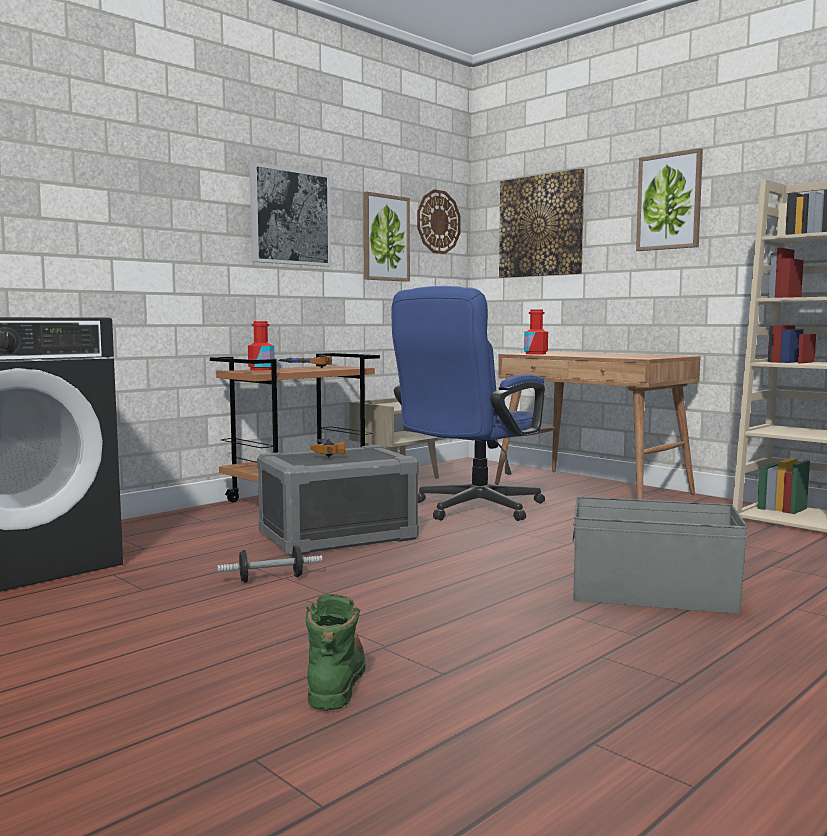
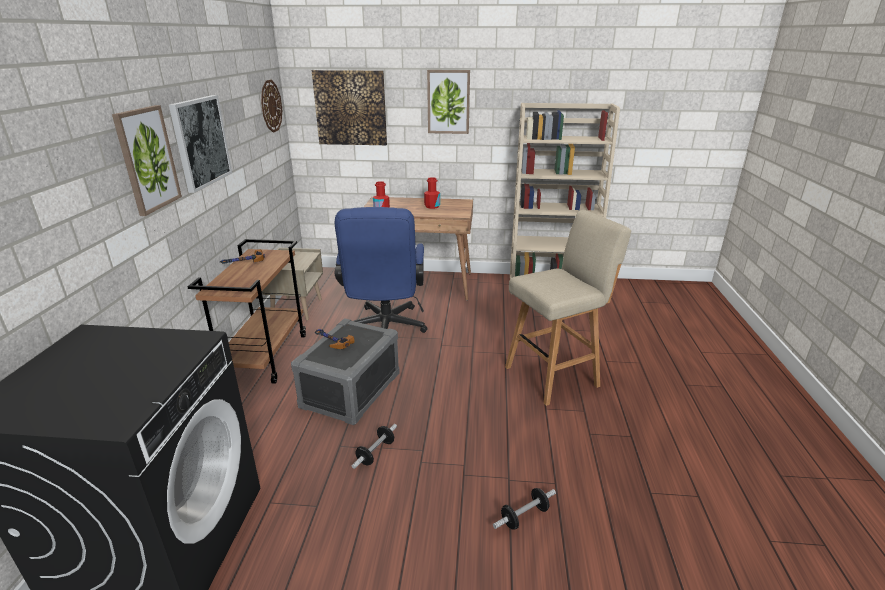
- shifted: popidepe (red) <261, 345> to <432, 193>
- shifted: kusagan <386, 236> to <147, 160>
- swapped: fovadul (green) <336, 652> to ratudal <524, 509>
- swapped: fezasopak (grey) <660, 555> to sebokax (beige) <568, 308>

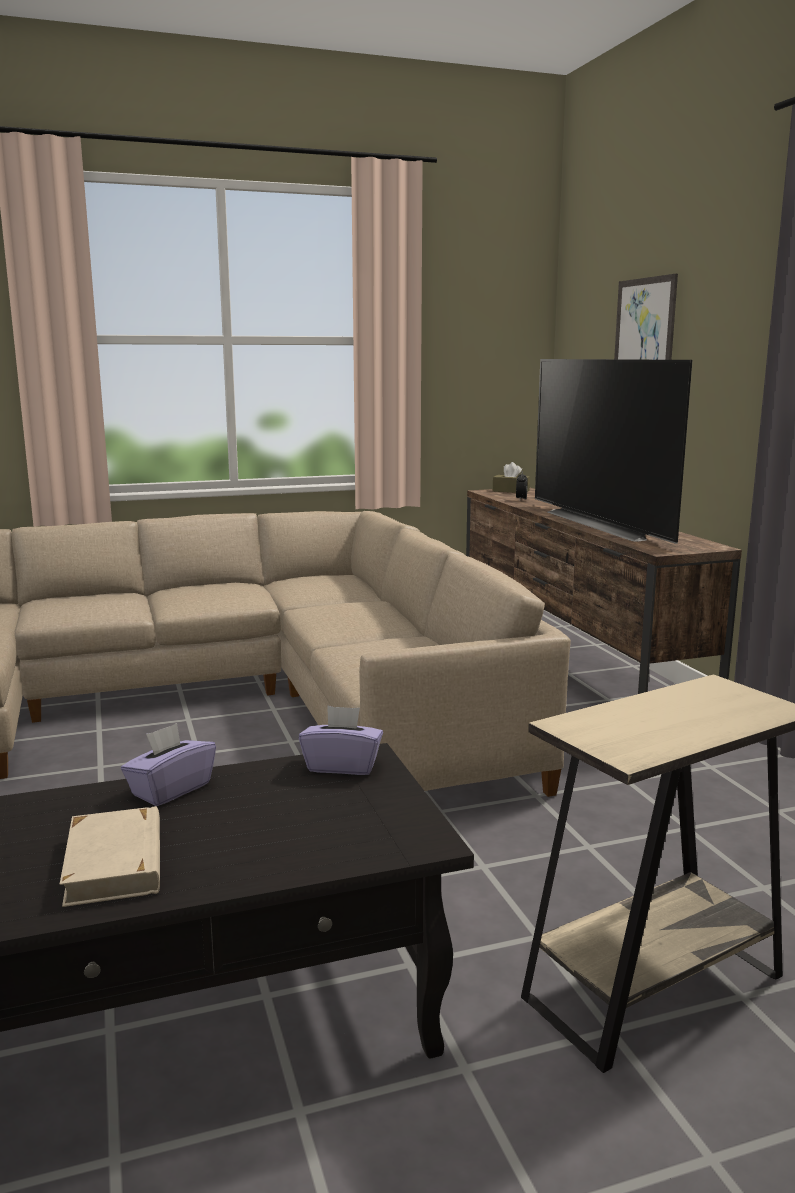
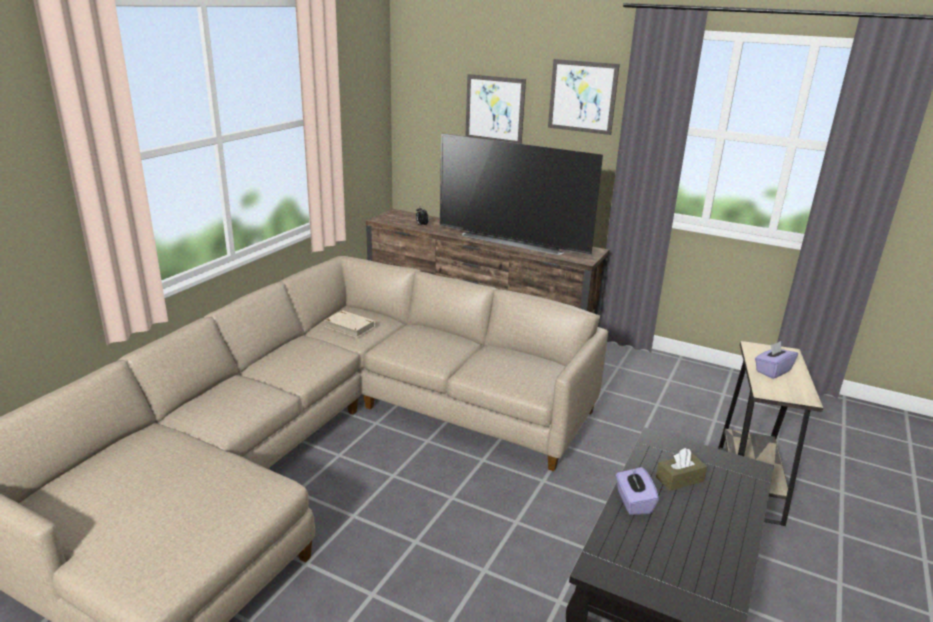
- new: kusagan <584, 97>
- shifted: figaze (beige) <110, 856> to <350, 324>
- shifted: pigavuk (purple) <341, 740> to <776, 360>
- shifted: pigavuk (brown) <511, 477> to <681, 469>

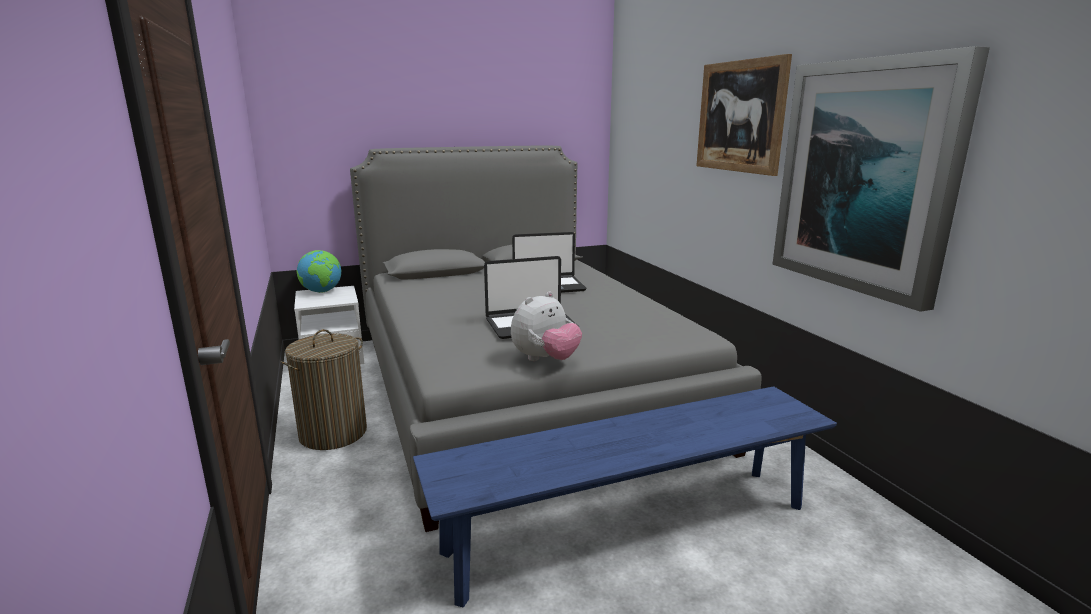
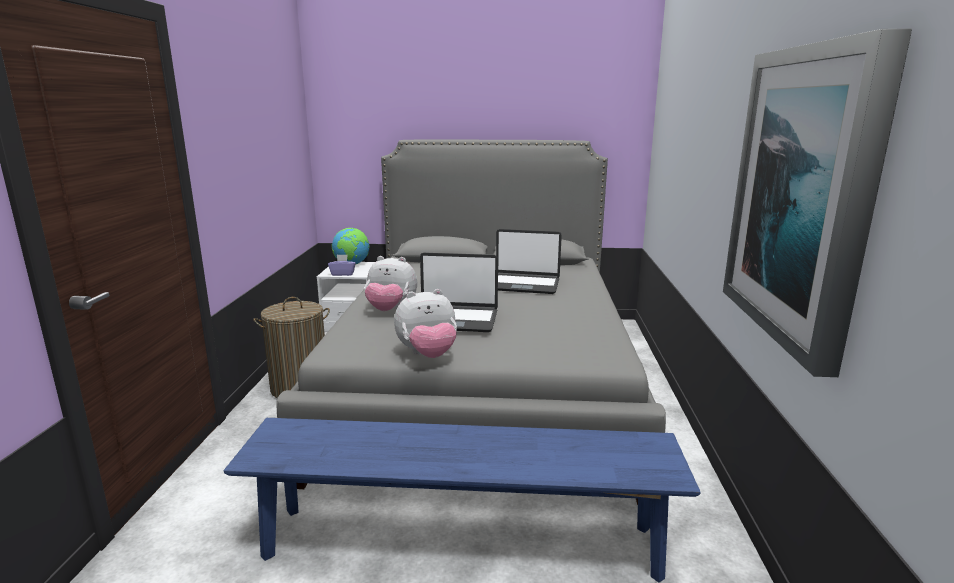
- gone: kusagan <744, 115>
- new: pigavuk (purple) <342, 265>
- new: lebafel <391, 283>

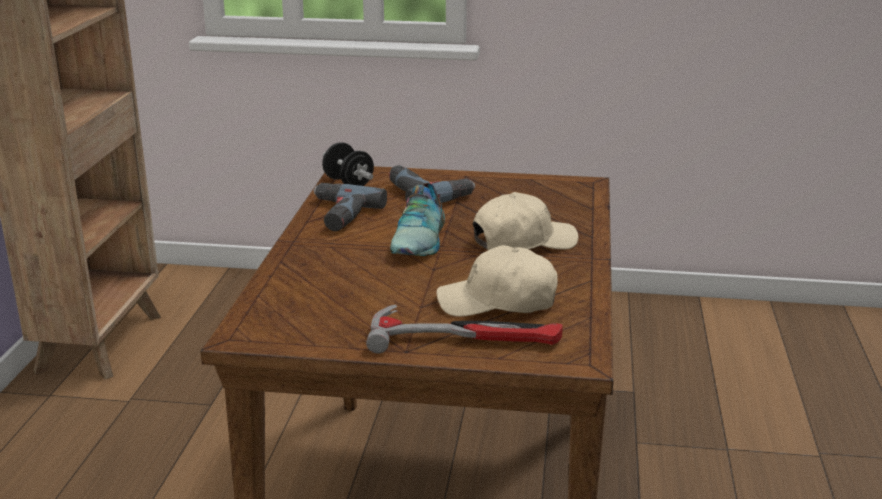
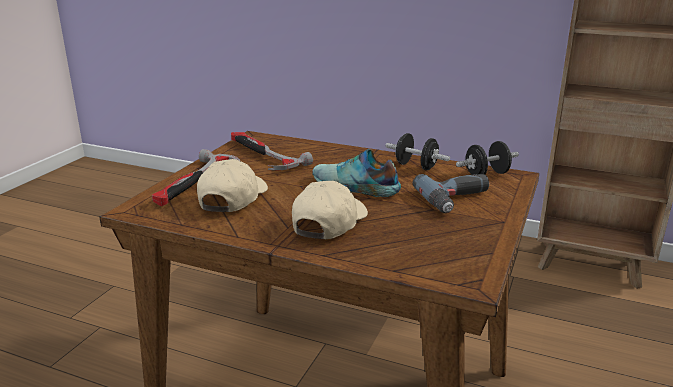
- new: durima <272, 151>
- swapped: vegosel <350, 207> to ratudal (black) <417, 151>
- rotated: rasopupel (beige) <525, 221> = <330, 210> 150 degrees counterclockwise

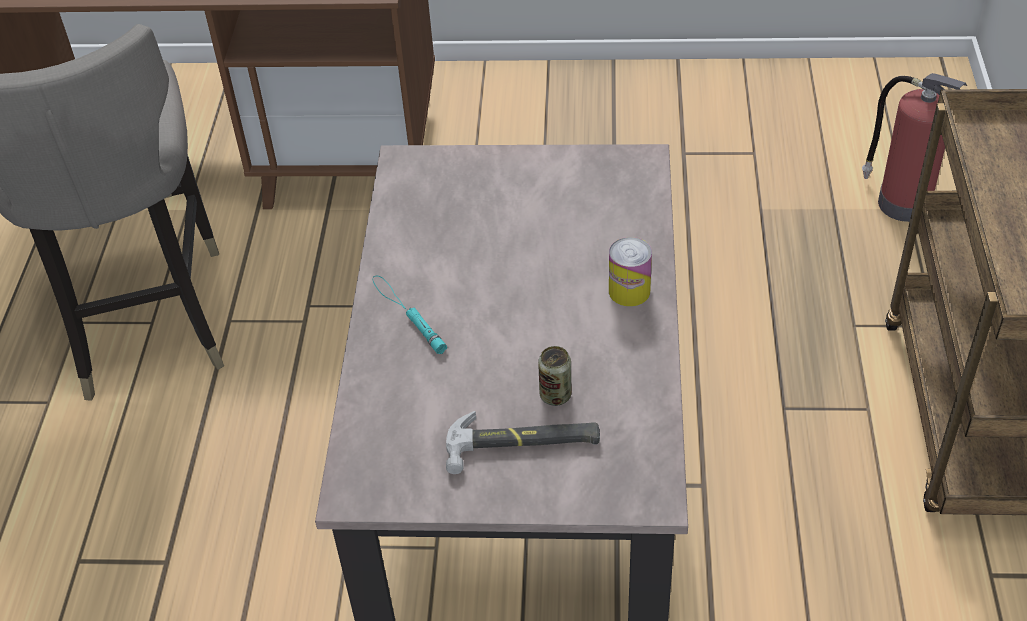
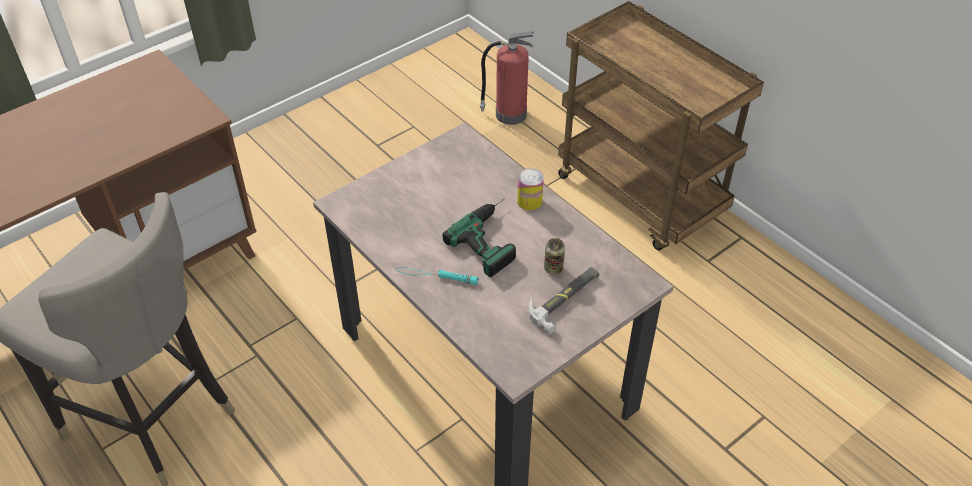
- new: vegosel <479, 237>

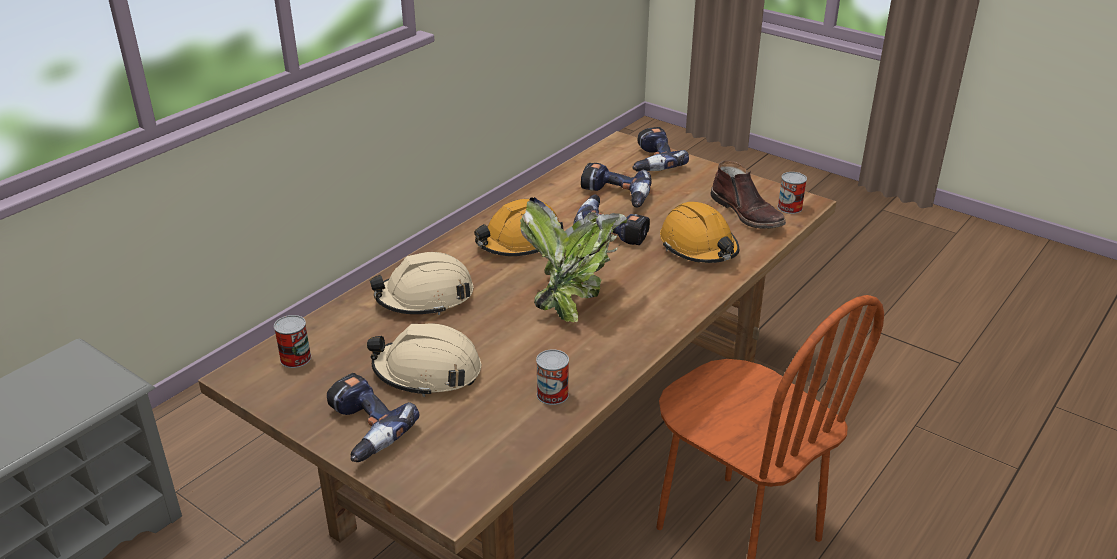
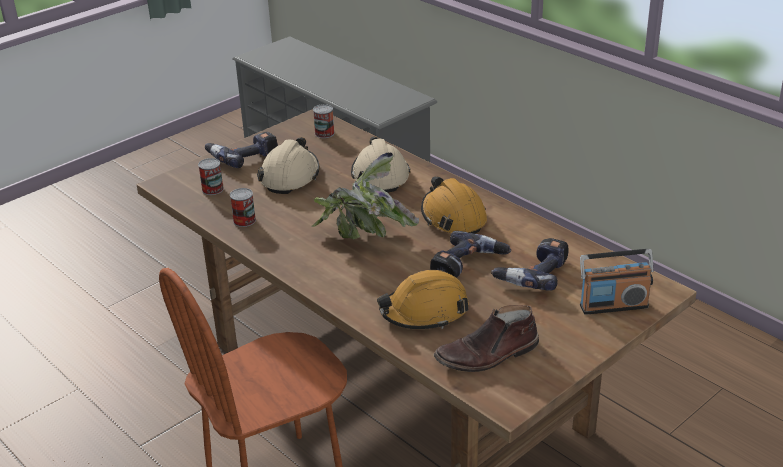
- shifted: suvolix <792, 193> to <211, 176>
- swapped: vegosel <661, 149> to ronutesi <617, 282>

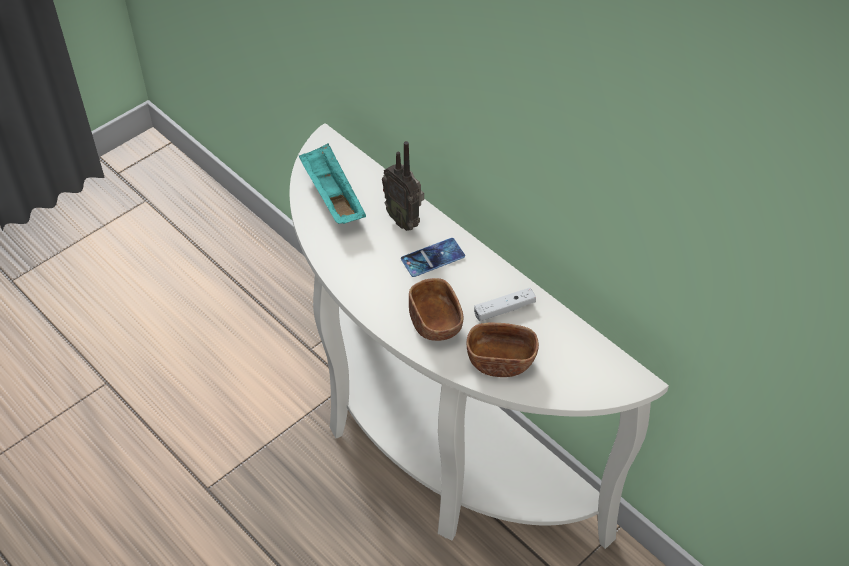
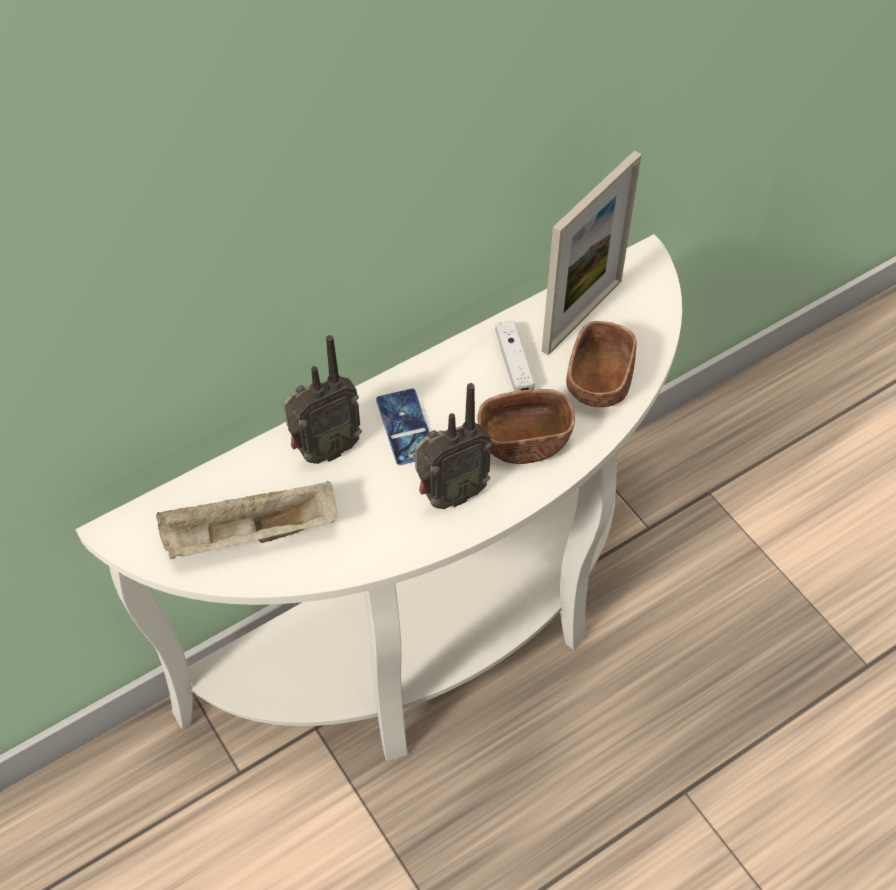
- new: ronutesi <453, 446>
- new: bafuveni <592, 253>
- repainted: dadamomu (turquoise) <332, 184> to dadamomu (beige) <246, 519>

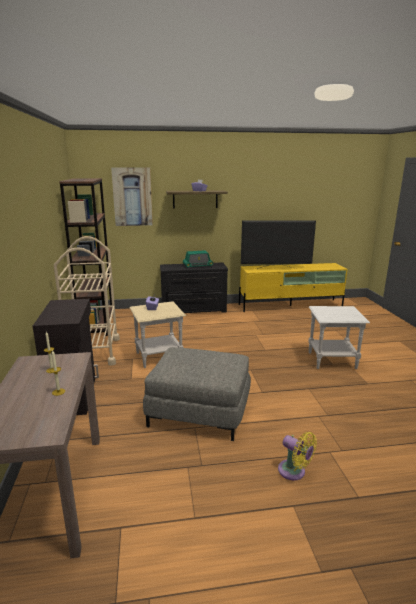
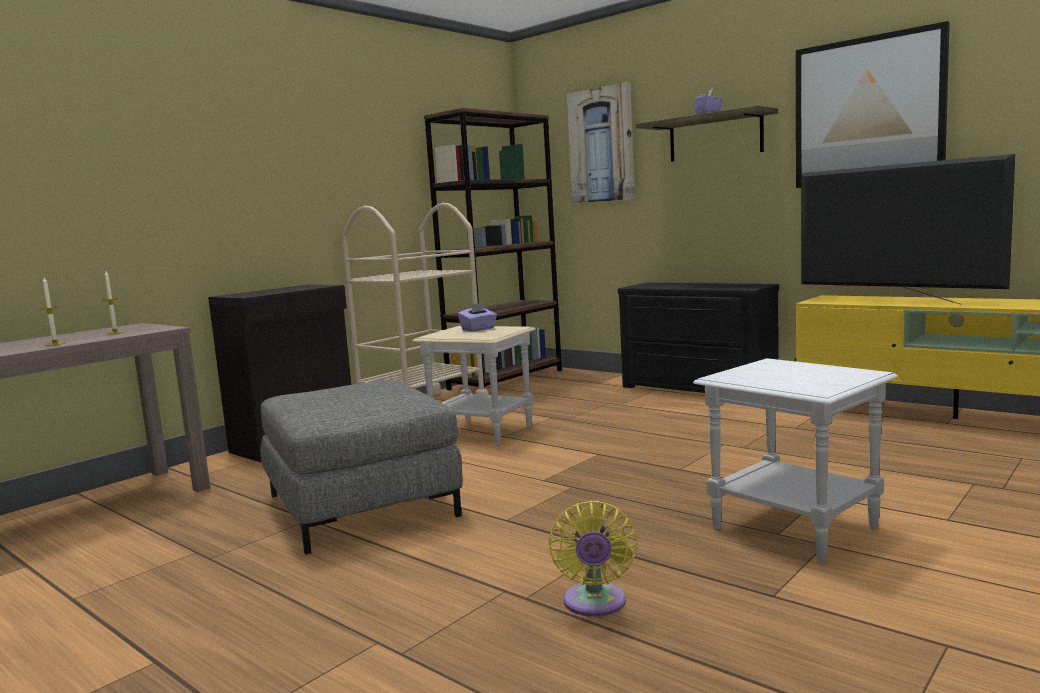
- gone: ronutesi <198, 259>
- new: kusagan <873, 104>
- shifted: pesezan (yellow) <297, 456> to <593, 559>

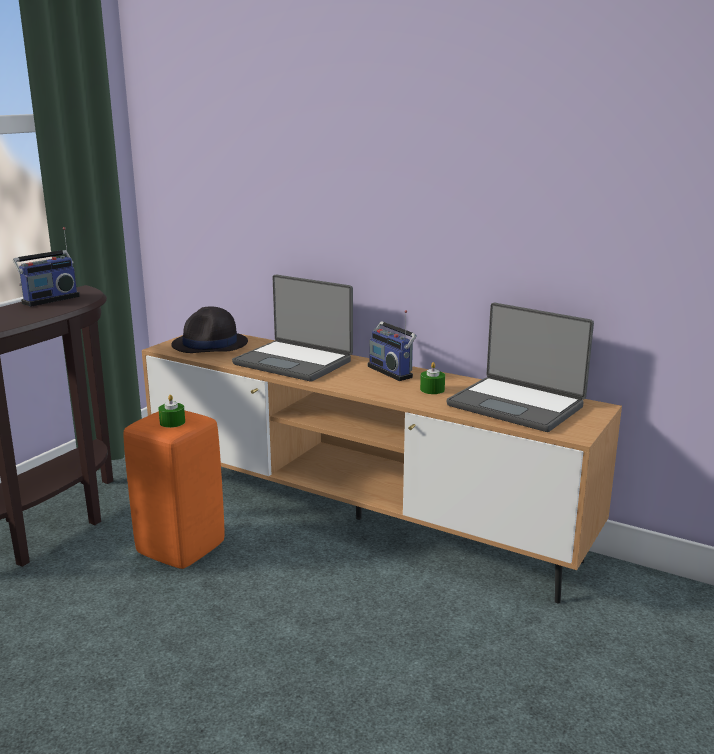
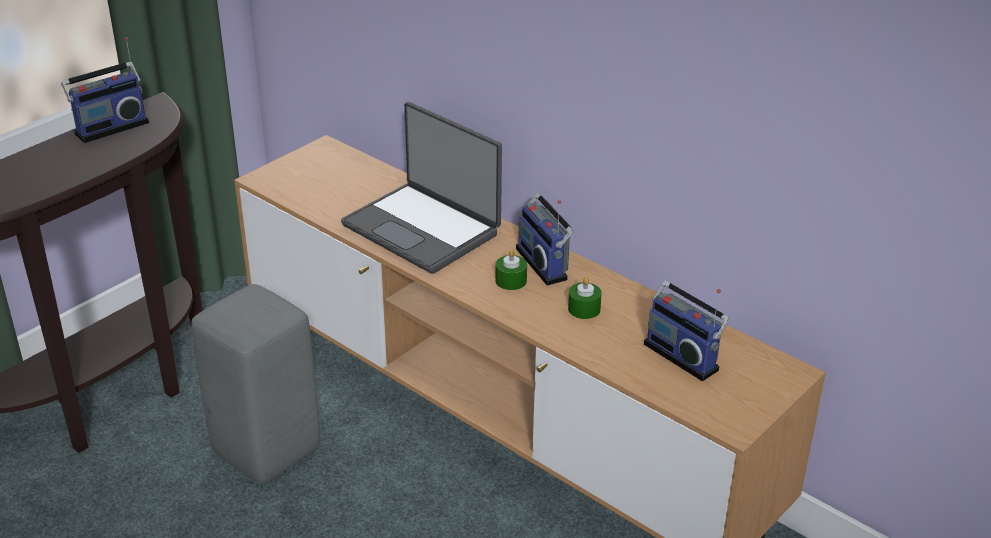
- gone: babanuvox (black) <209, 330>
- shifted: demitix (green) <171, 411> to <511, 270>
- swapped: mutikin <520, 367> to ronutesi <687, 331>
- repainted: sebokax (orange) <173, 489> to sebokax (grey) <255, 384>

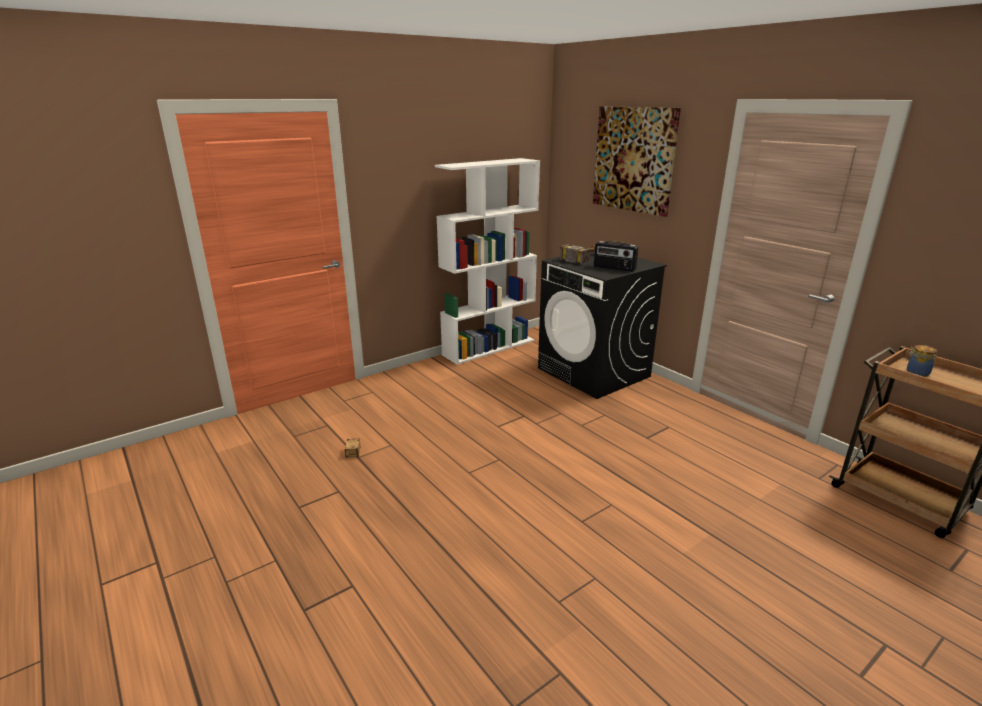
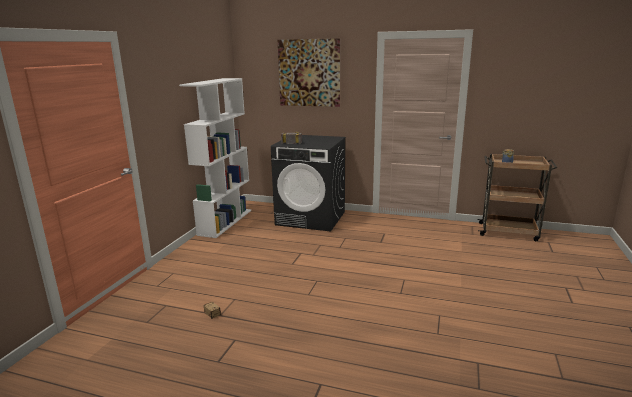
- gone: ronutesi <616, 256>

